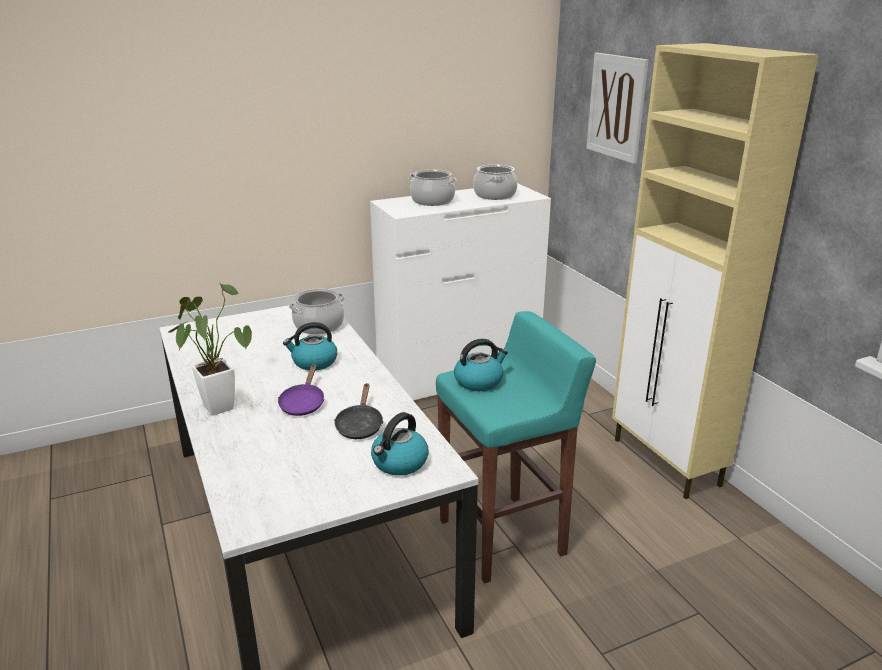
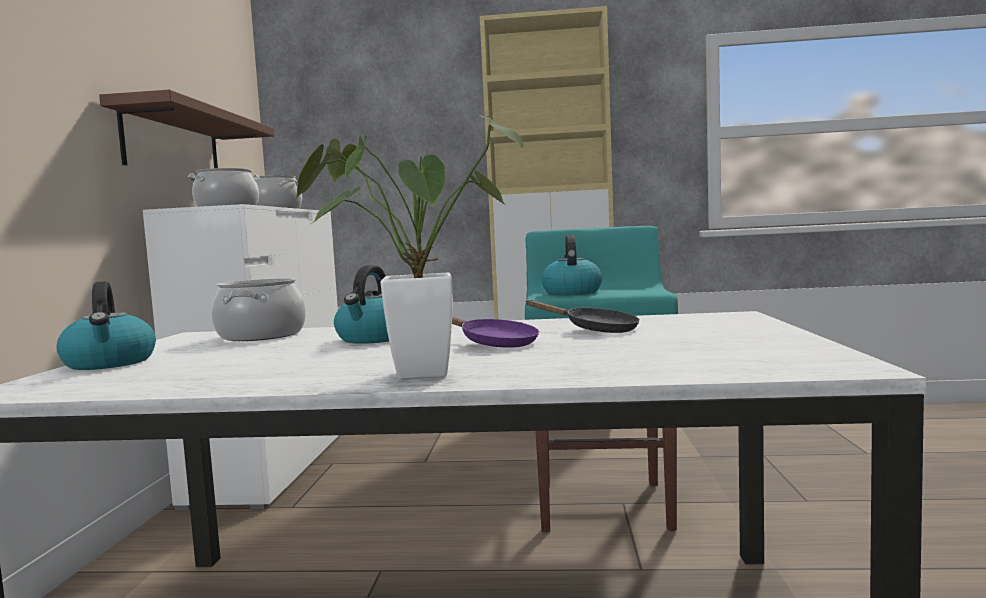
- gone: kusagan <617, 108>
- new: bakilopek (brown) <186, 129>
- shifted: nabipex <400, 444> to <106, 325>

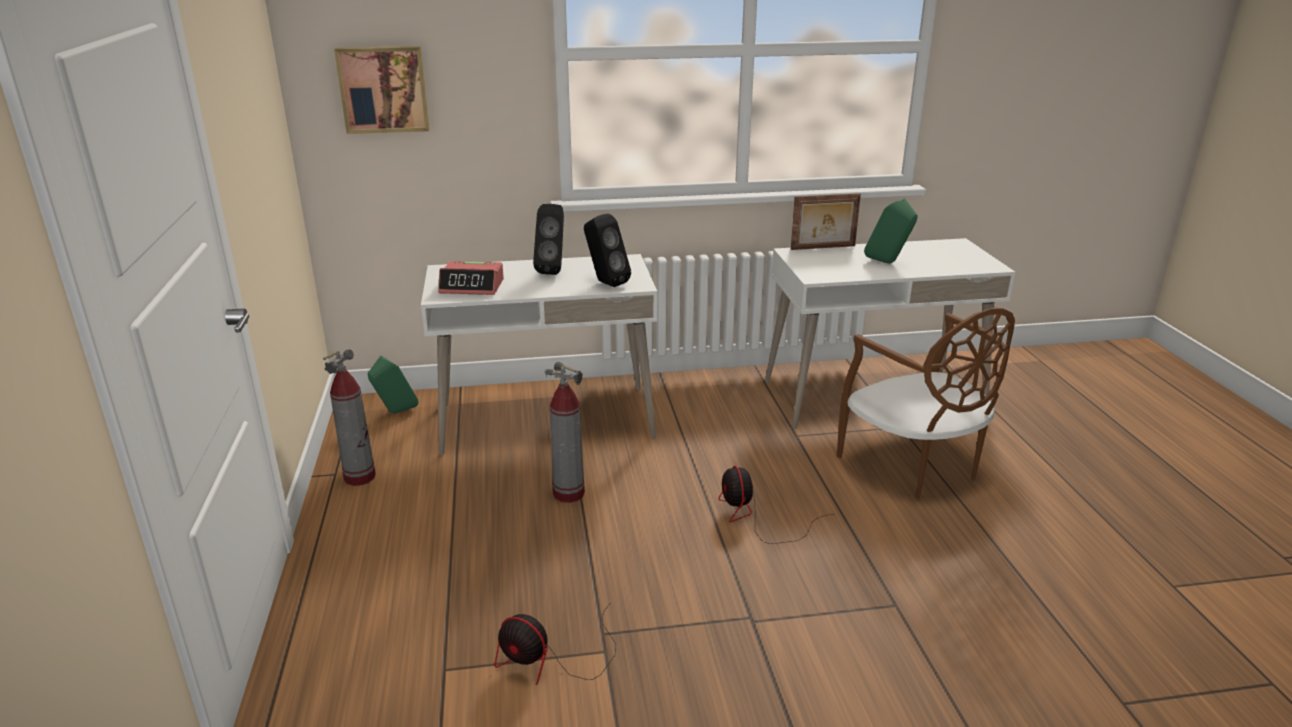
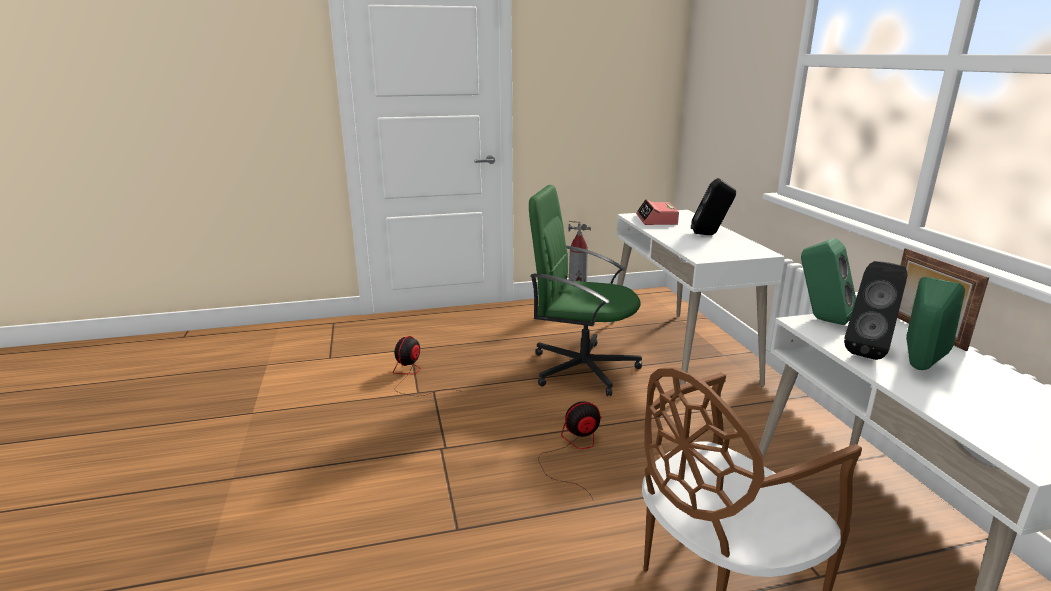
- gone: kusagan <381, 90>
- shifted: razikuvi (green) <393, 385> to <828, 281>
- shifted: razikuvi (black) <607, 250> to <875, 310>
- swapped: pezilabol <565, 432> to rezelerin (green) <585, 290>

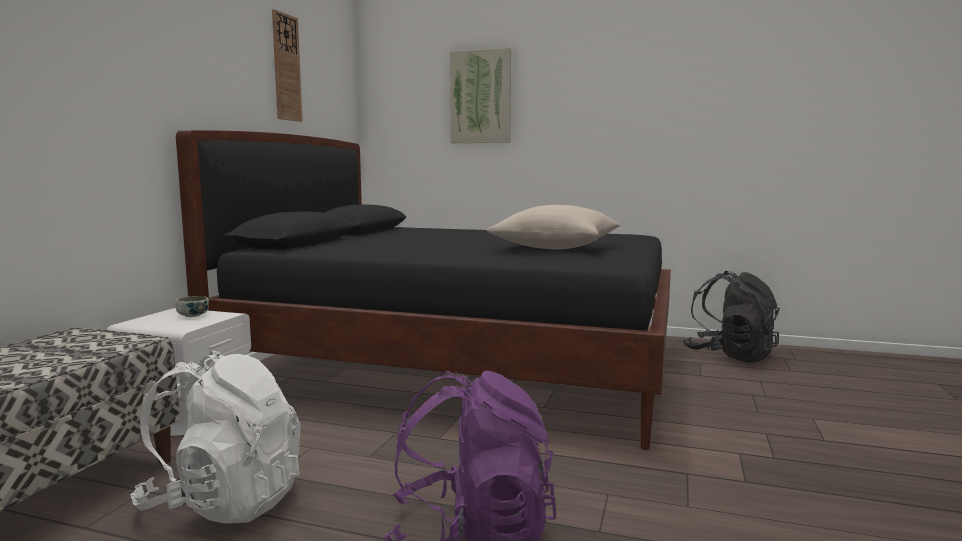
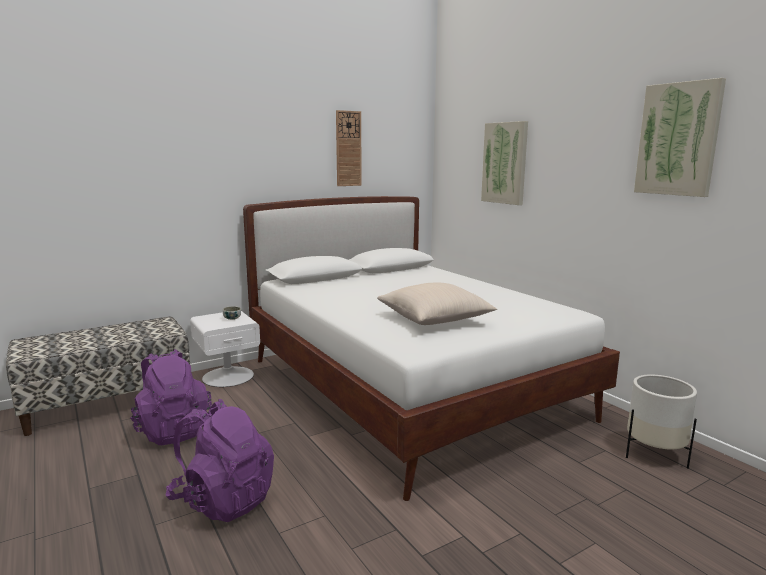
- new: kusagan <680, 137>
- swapped: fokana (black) <731, 317> to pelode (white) <661, 422>
- repainted: fokana (white) <215, 436> to fokana (purple) <171, 397>
- repainted: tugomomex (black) <423, 290> to tugomomex (white) <431, 348>

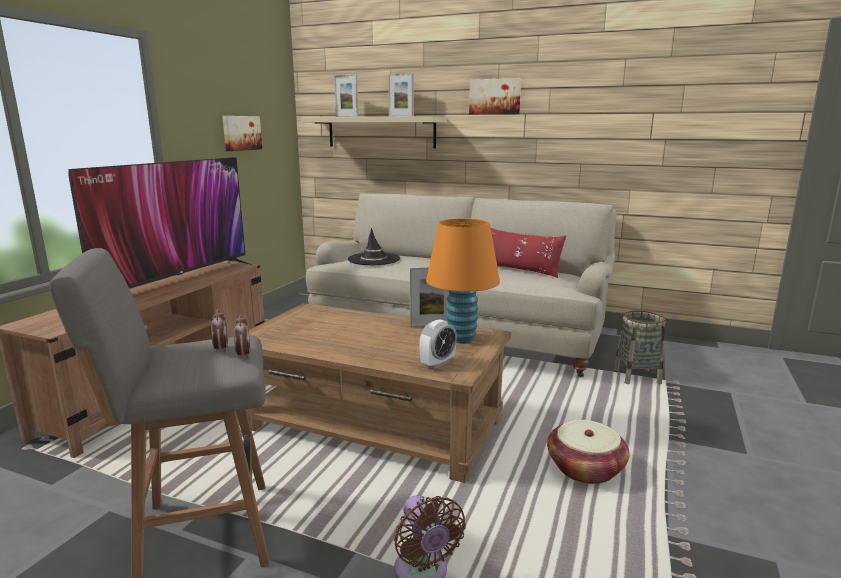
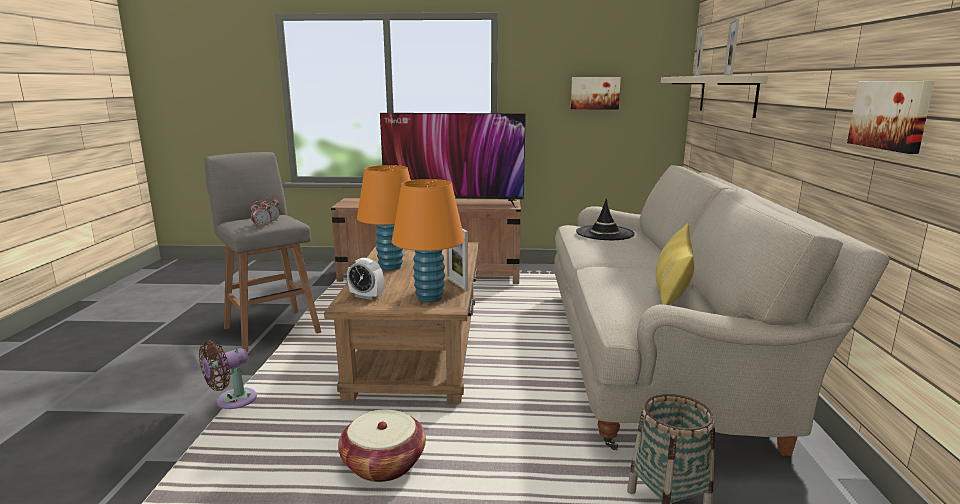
- new: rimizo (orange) <384, 217>
- shifted: kusagan <495, 96> to <890, 117>
- repainted: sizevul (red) <528, 253> to sizevul (yellow) <675, 264>

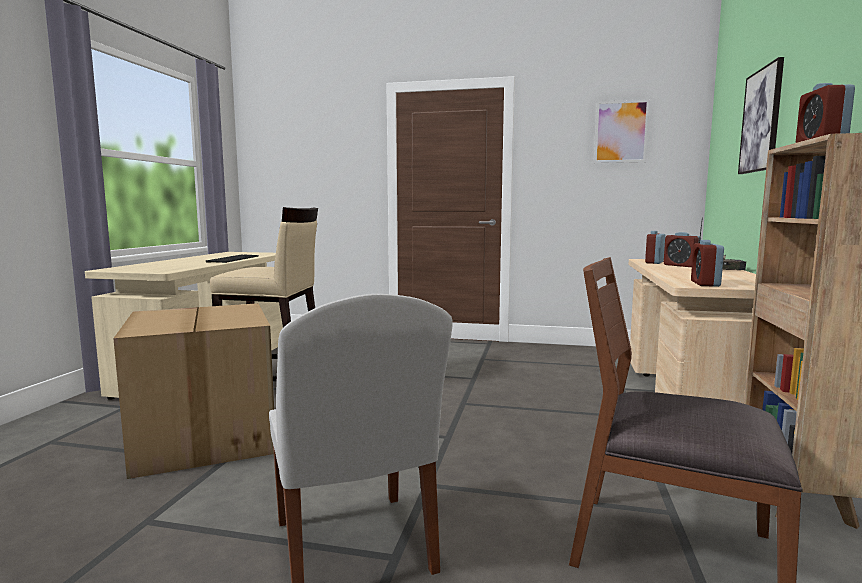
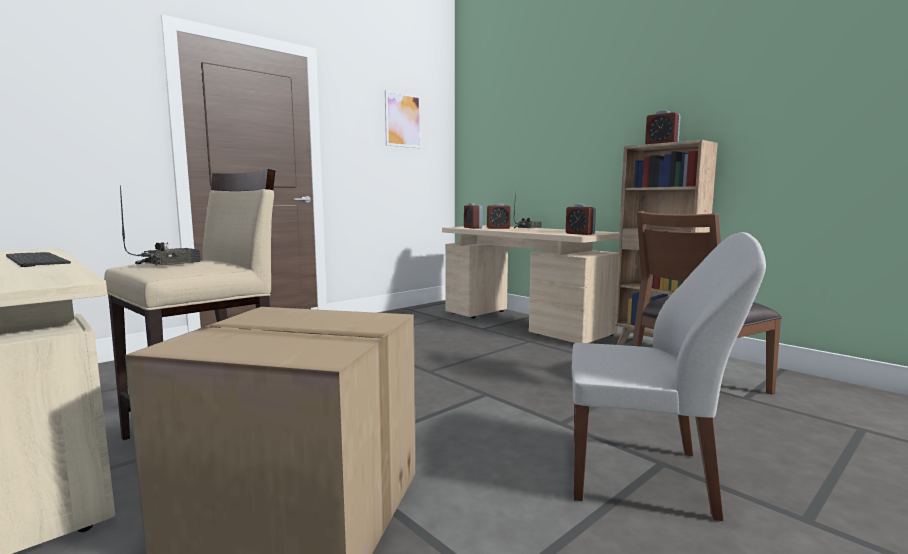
- gone: kusagan <761, 115>
- new: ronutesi <160, 226>

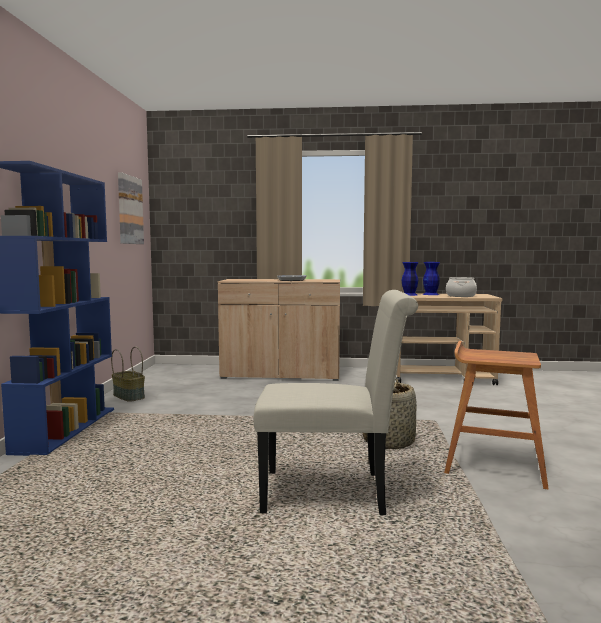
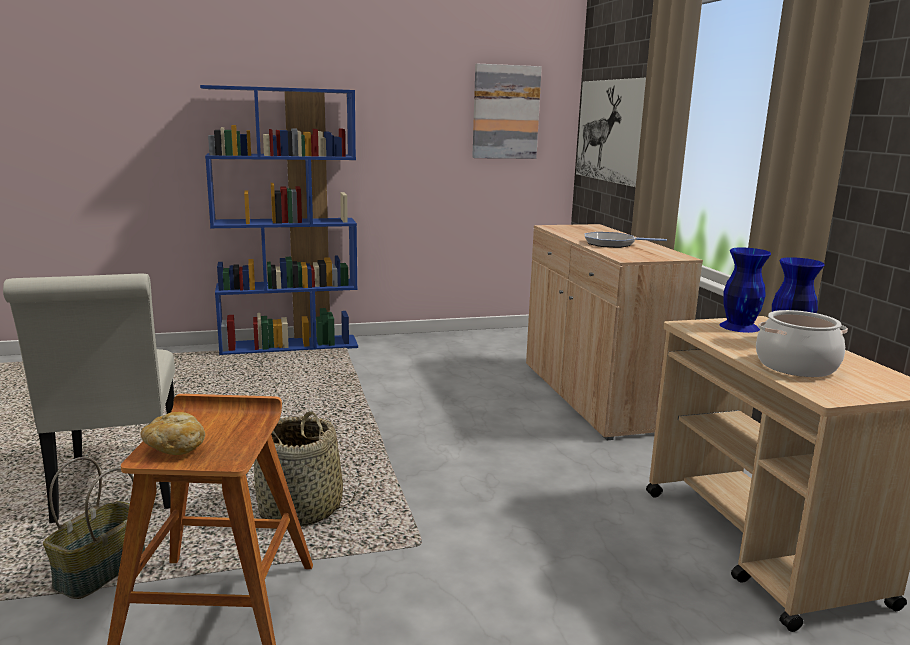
- new: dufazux <172, 433>
- new: kusagan <611, 132>
- shifted: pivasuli <128, 374> to <94, 528>

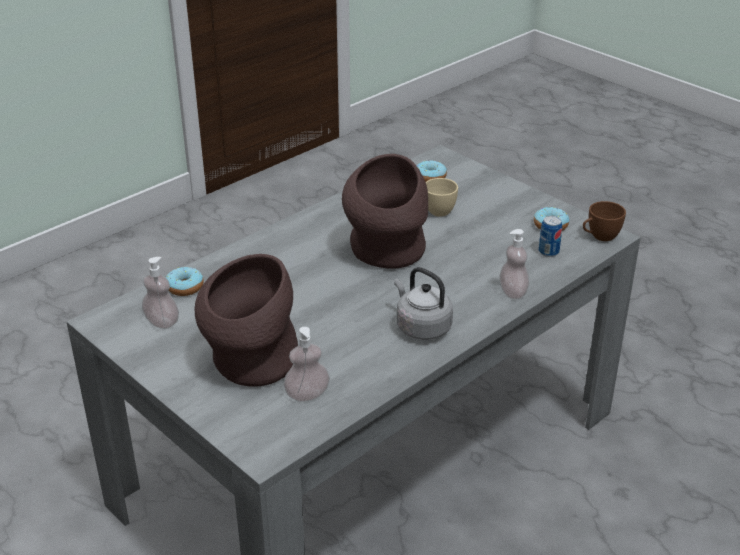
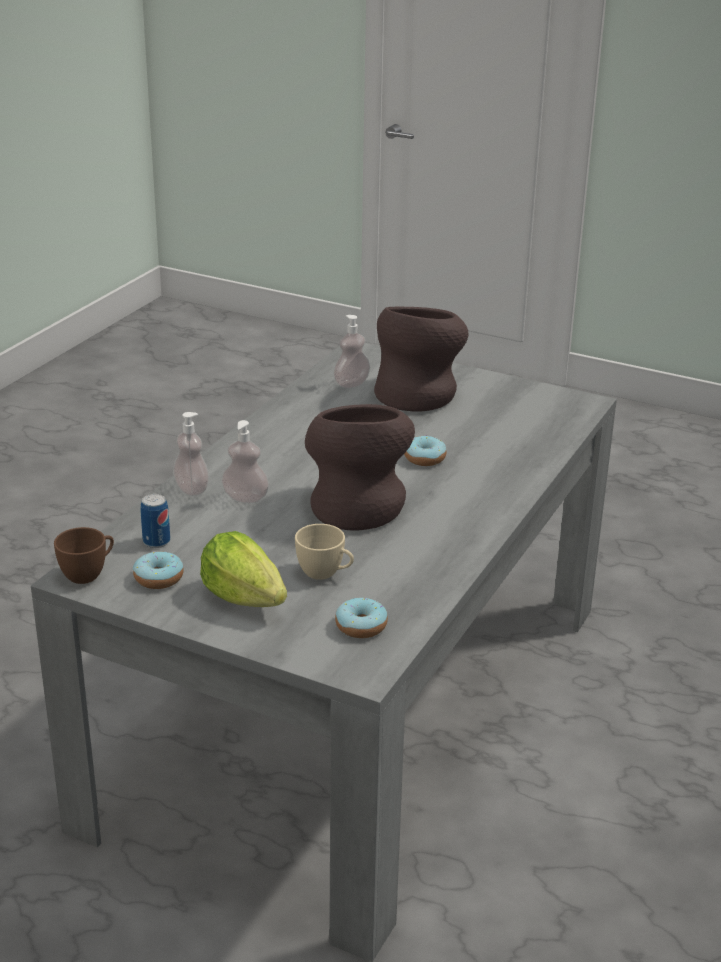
- gone: nabipex (grey) <423, 303>
- new: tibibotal <243, 569>
- shifted: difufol <160, 293> to <245, 461>
- shifted: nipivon <185, 281> to <425, 450>

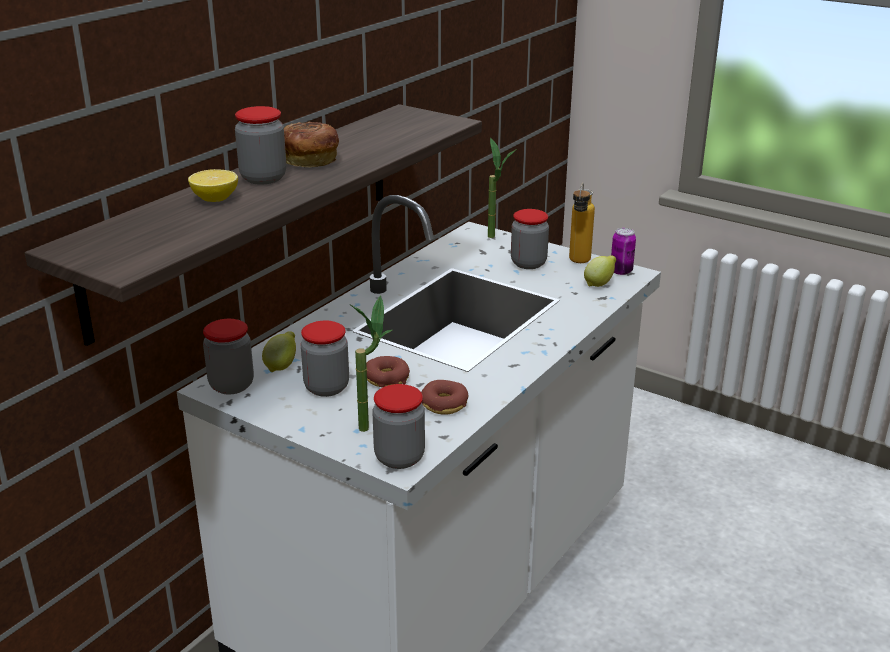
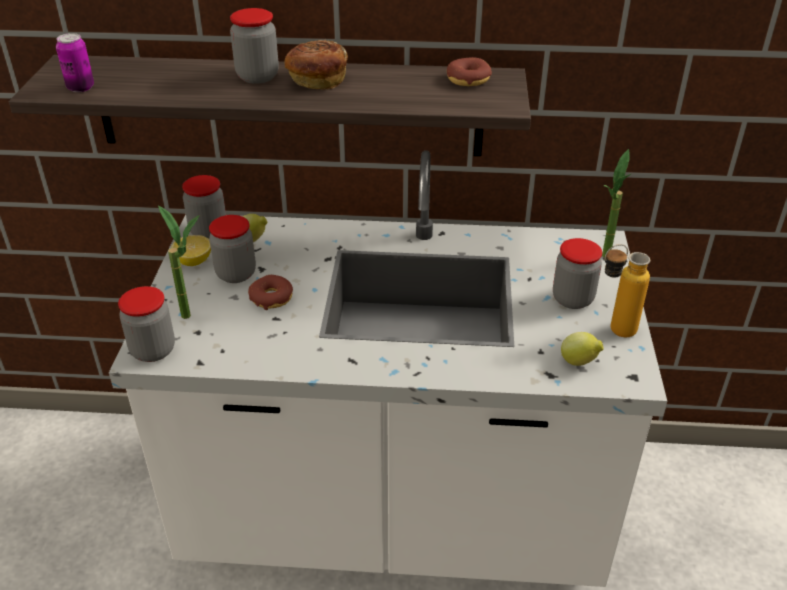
- shifted: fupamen <213, 185> to <191, 250>
- shifted: nipivon <444, 397> to <469, 71>
- shifted: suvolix <623, 251> to <75, 62>

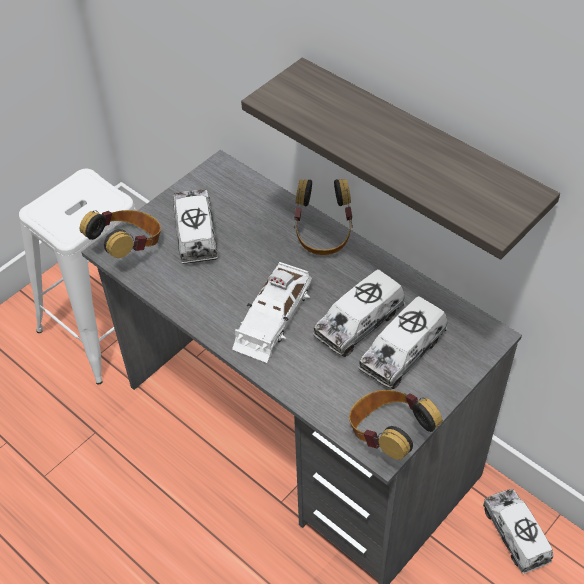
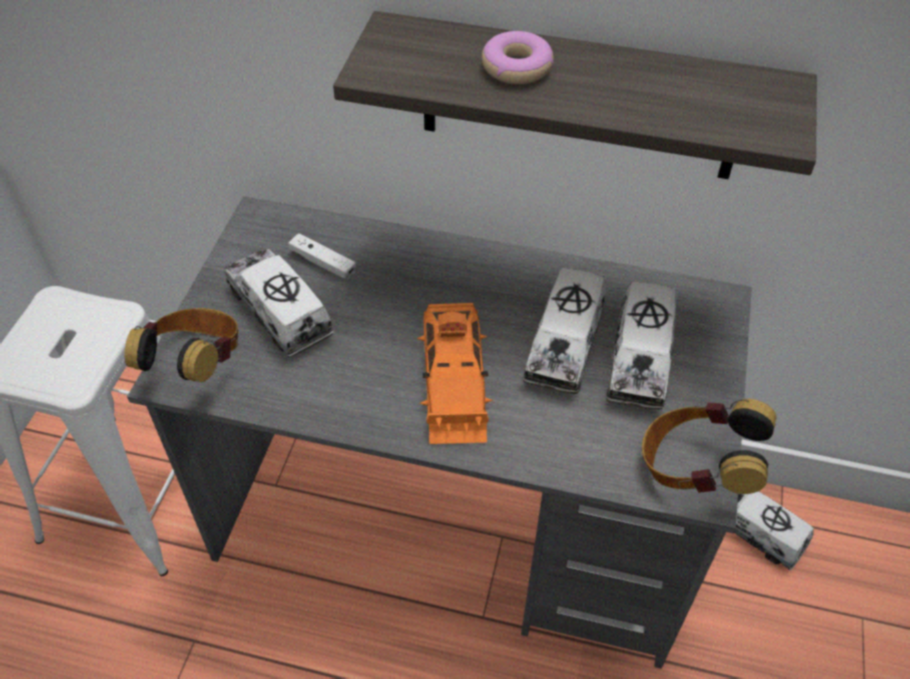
- gone: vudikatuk <323, 217>
- new: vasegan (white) <322, 256>
- new: nipivon <518, 57>
- repainted: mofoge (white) <272, 312> to mofoge (orange) <454, 373>

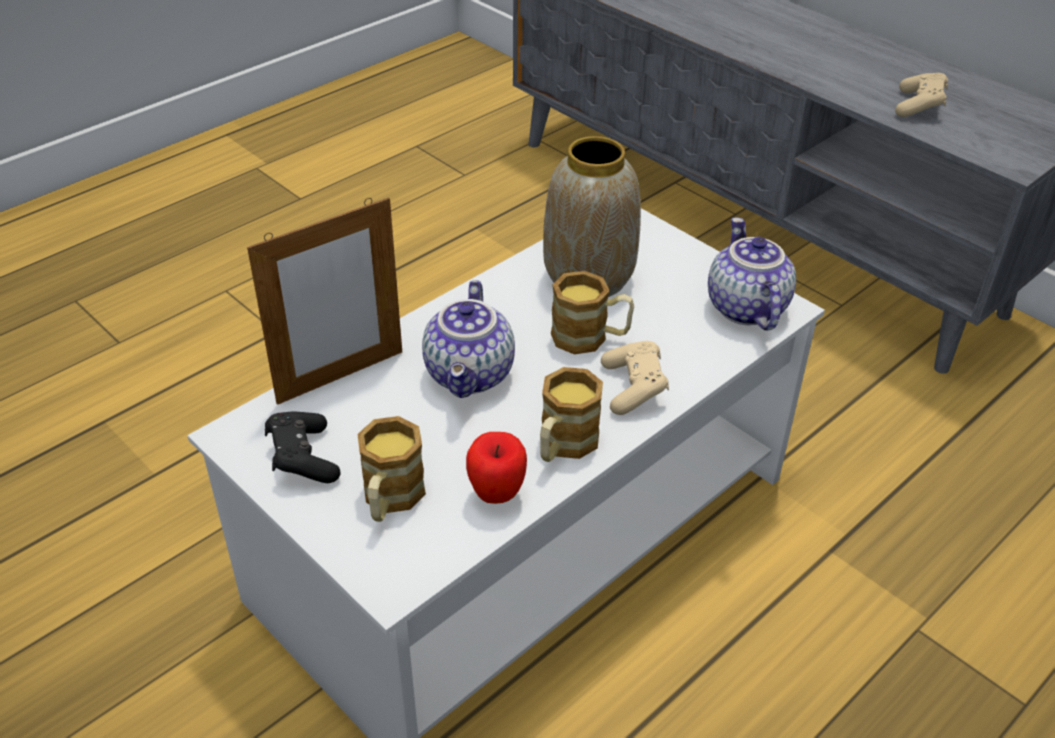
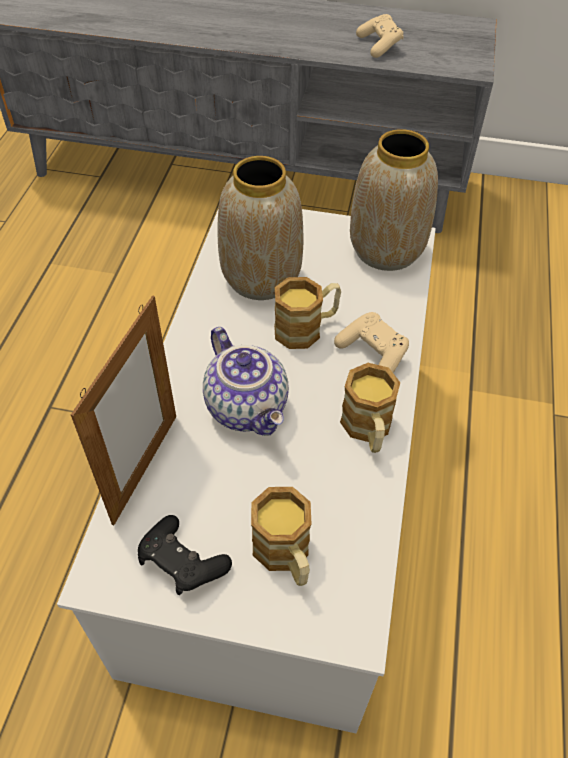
- gone: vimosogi <496, 468>
- swapped: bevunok <752, 273> to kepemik <394, 200>

